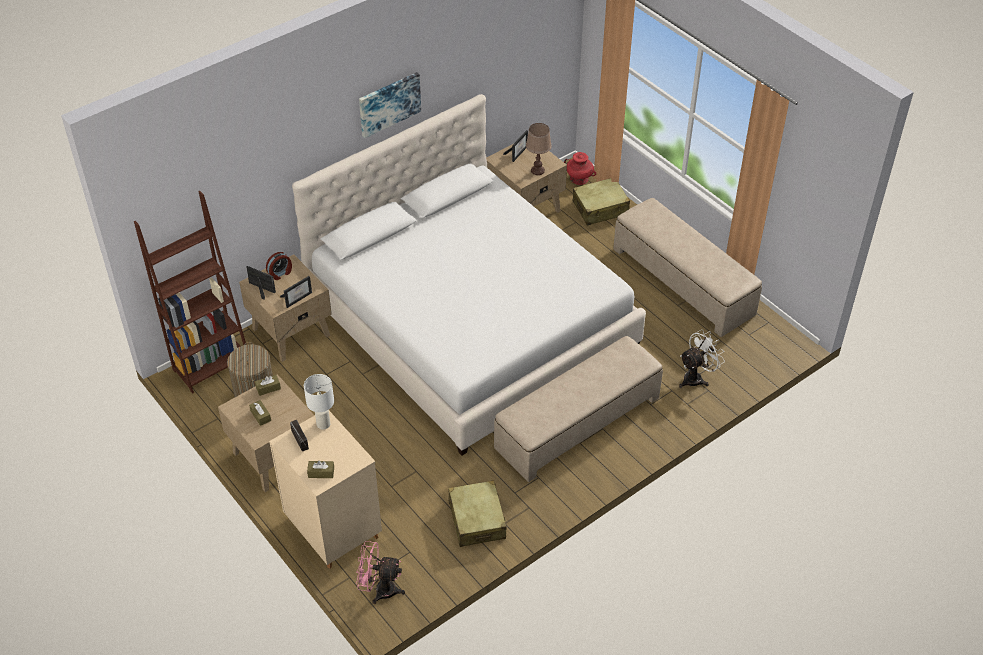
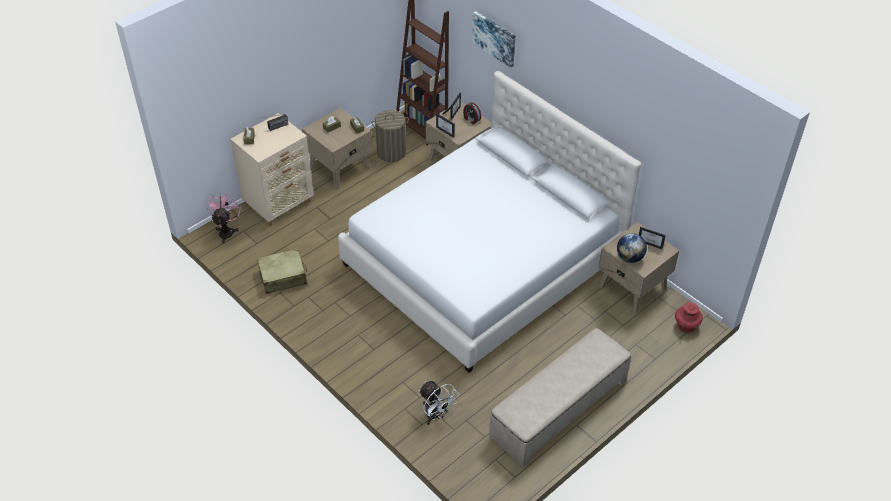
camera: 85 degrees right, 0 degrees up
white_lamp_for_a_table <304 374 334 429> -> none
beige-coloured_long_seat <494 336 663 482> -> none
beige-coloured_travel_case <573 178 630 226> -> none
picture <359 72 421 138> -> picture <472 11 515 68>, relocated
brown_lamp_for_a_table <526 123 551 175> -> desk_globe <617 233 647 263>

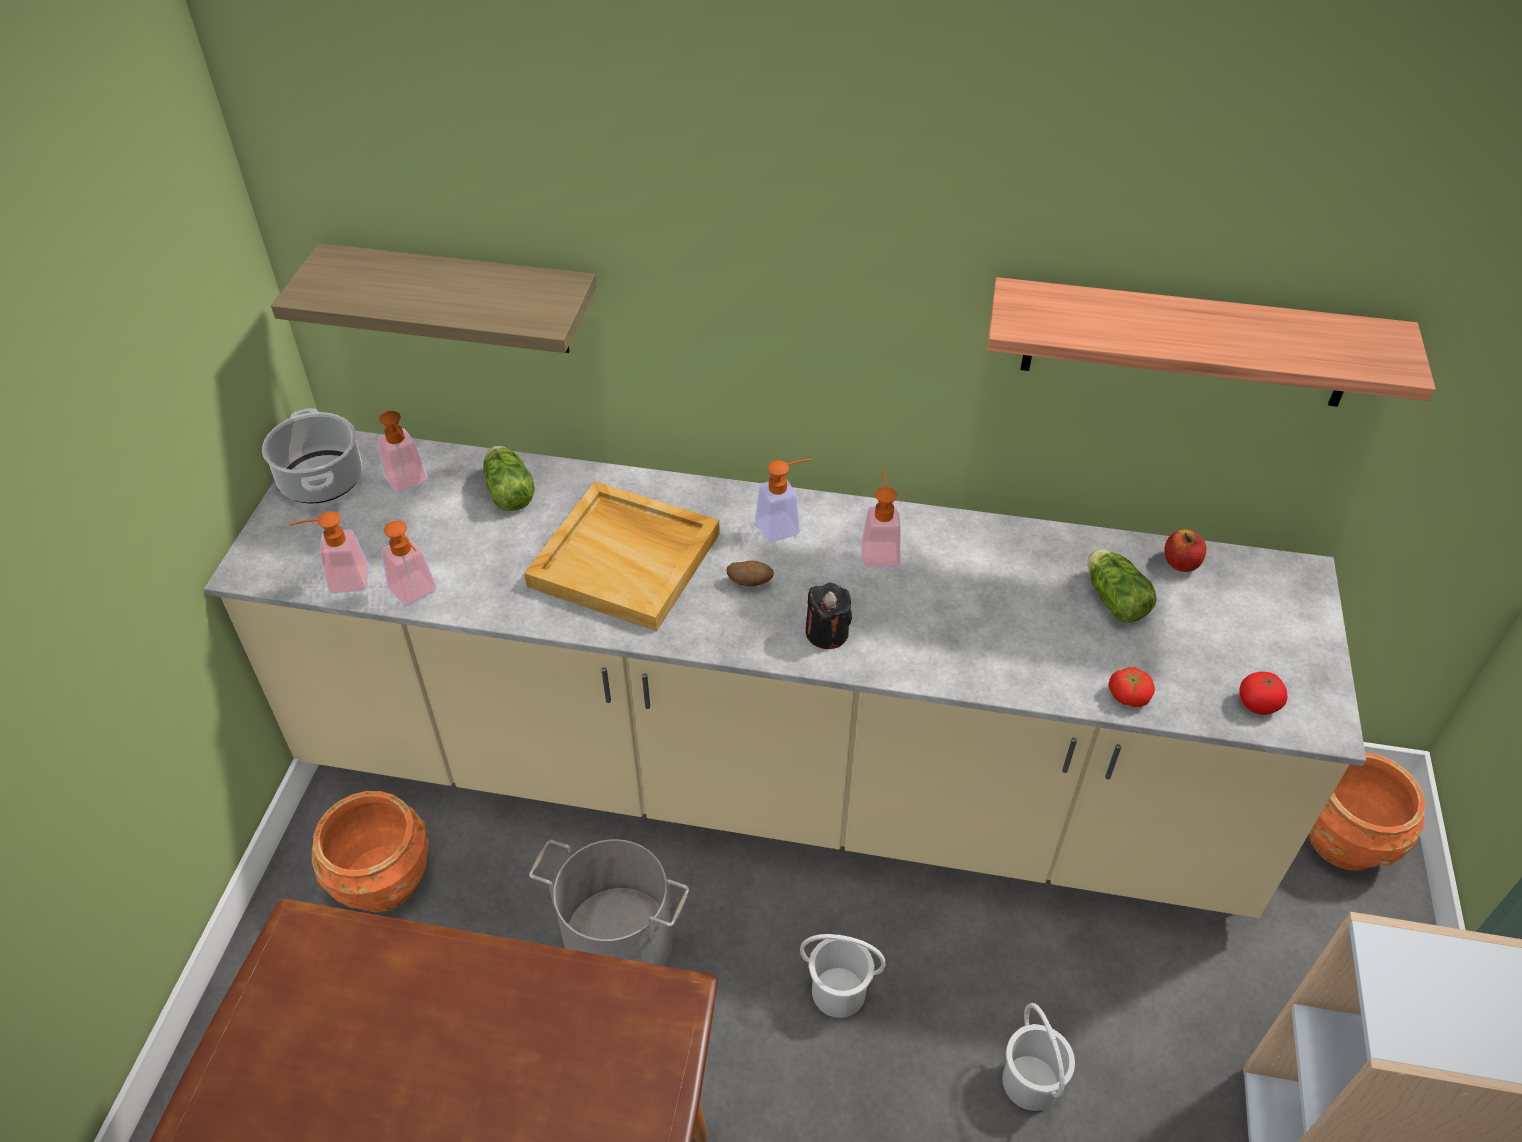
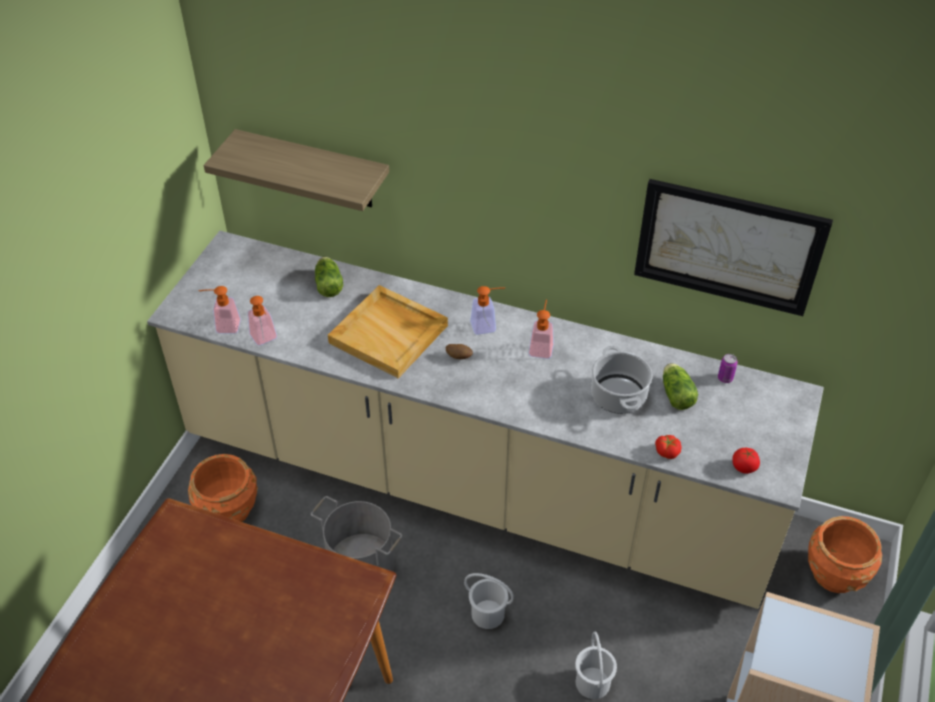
camera: 10 degrees right, 0 degrees up
liquid_soap_bottle <378 411 428 492> -> none
blackish_wax_light <806 583 852 649> -> none
cooking_pot <262 408 362 504> -> cooking_pot <591 346 652 414>, relocated
wall_shelf <987 277 1436 407> -> picture <634 179 833 316>
whole_apple <1164 529 1206 572> -> can <718 354 738 383>

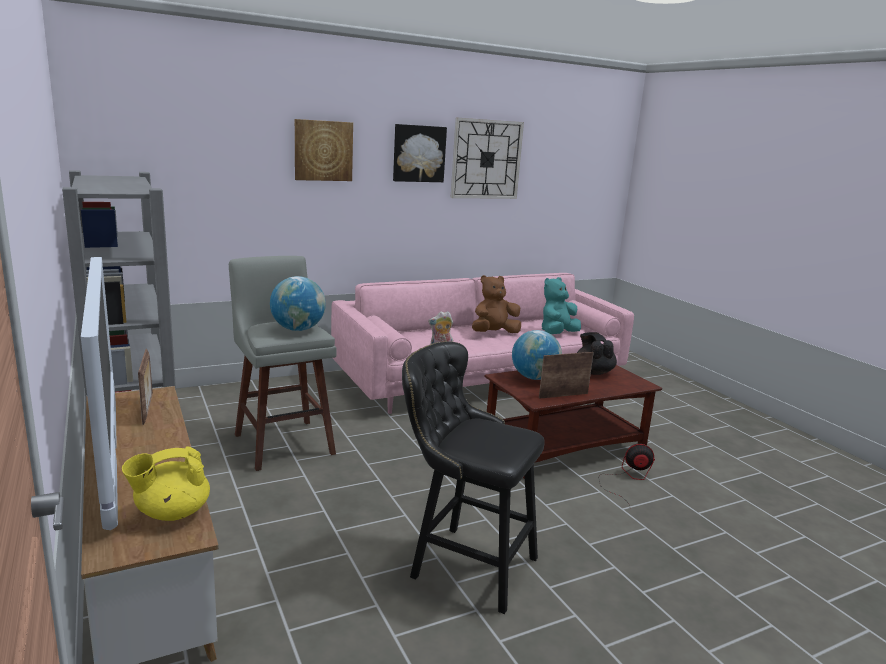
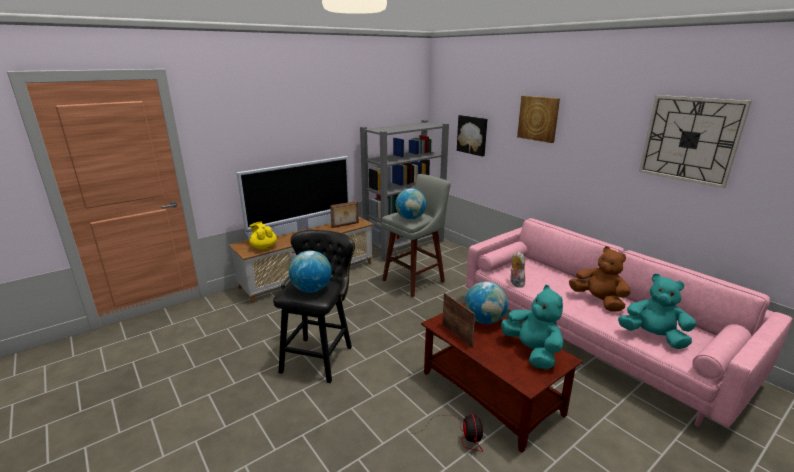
camera: 80 degrees right, 5 degrees up
none -> desk_globe <289 251 332 293>
picture <393 124 447 182> -> picture <457 115 488 156>, relocated
blackish_teapot <577 332 617 375> -> blue-green_plush_toy <501 285 563 369>

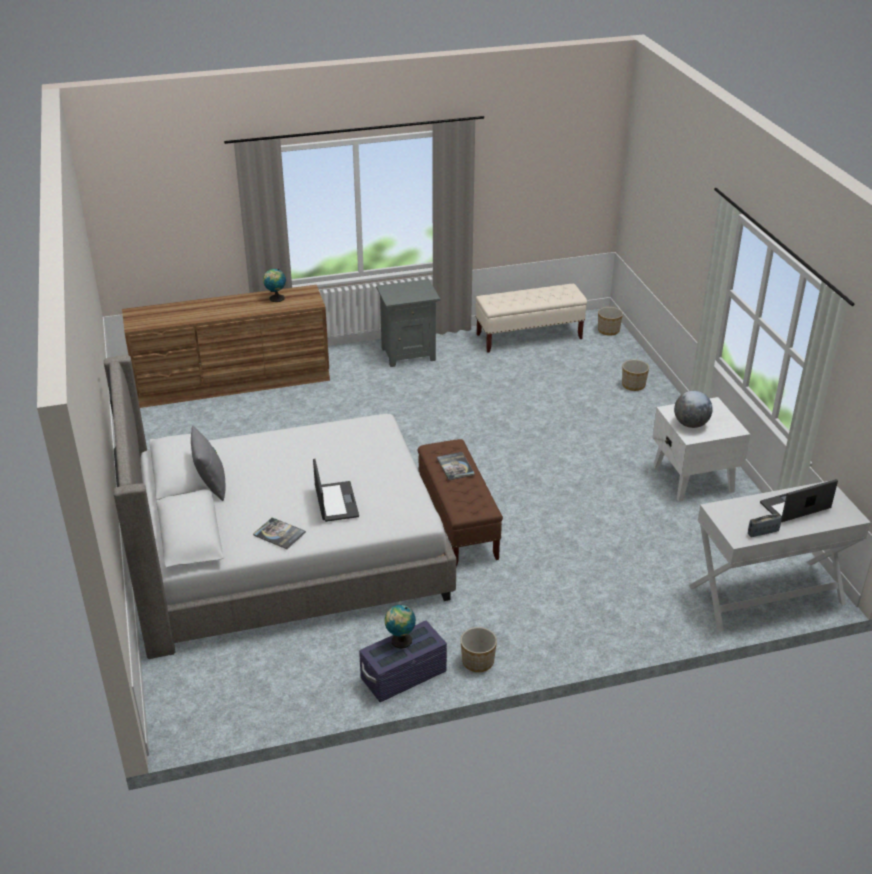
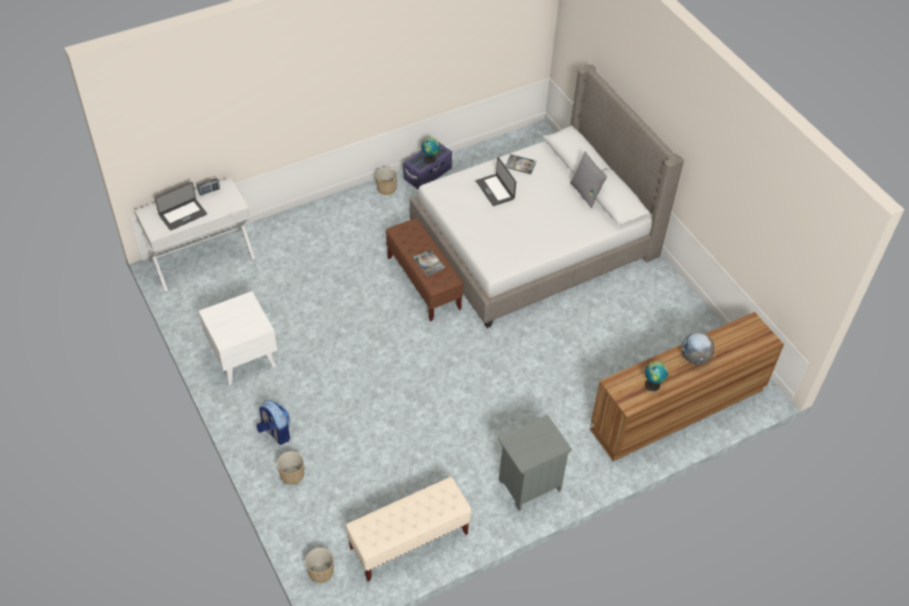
camera: 165 degrees right, 15 degrees up
none -> rucksack <256 400 290 445>
desk_globe <674 391 713 428> -> desk_globe <681 332 715 365>, relocated

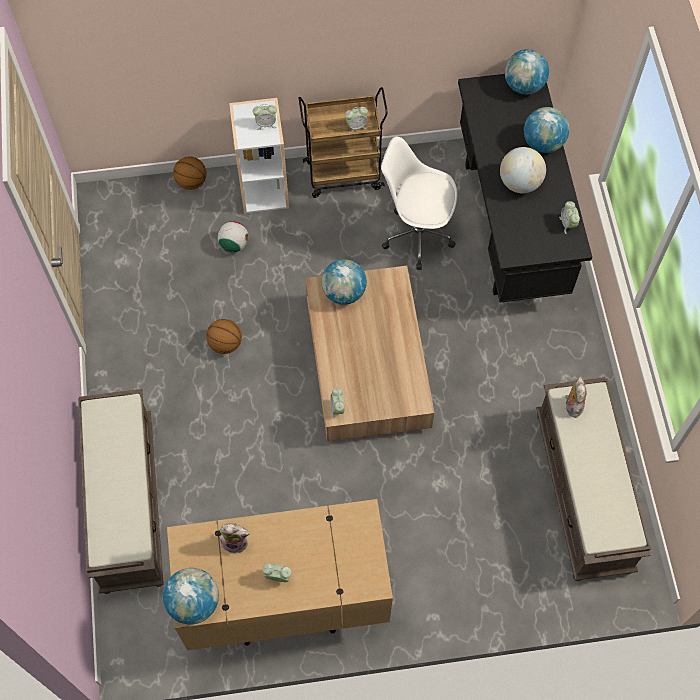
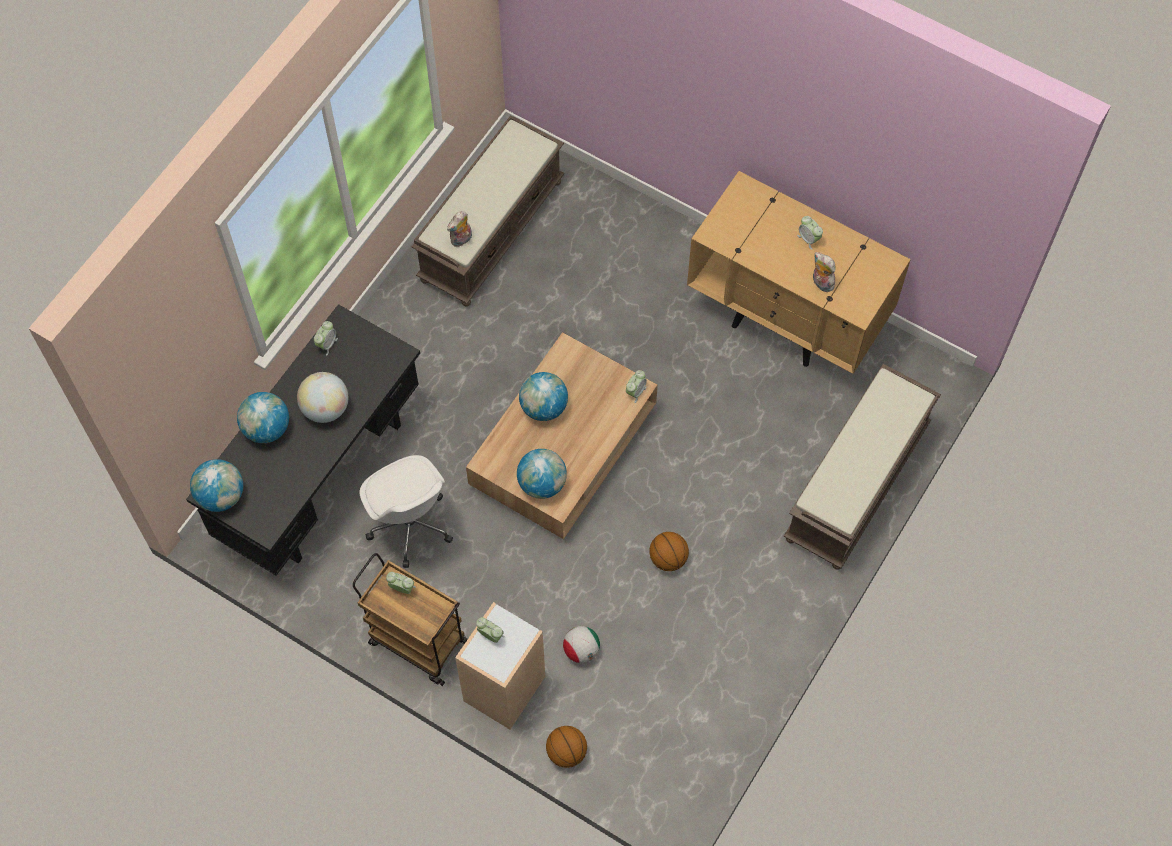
camera: 140 degrees left, 0 degrees up
desk_globe <163 568 219 625> -> desk_globe <519 372 568 421>, relocated

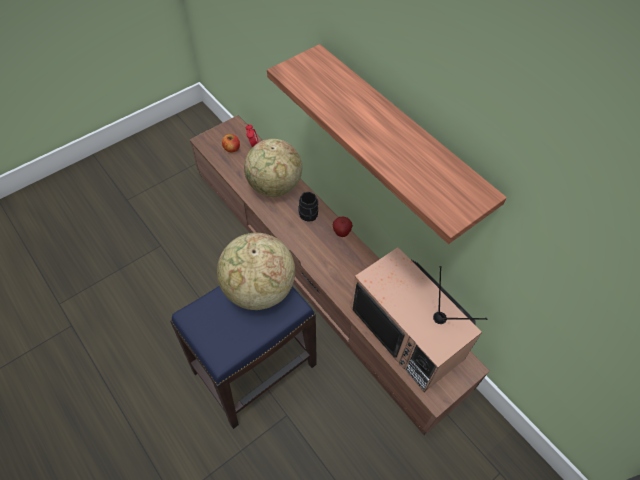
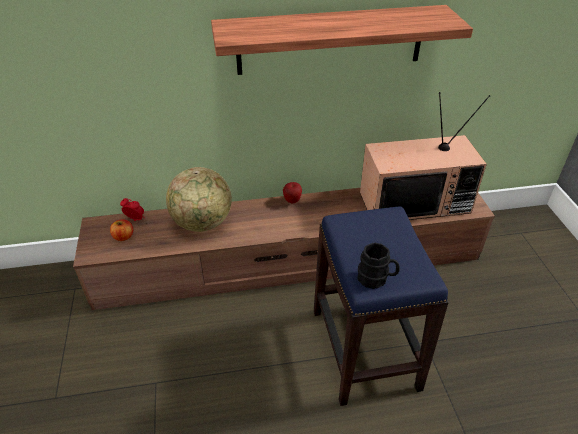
camera: 60 degrees left, 15 degrees down
desk_globe <217 233 295 310> -> none
blackish_coffee_mug <298 192 318 222> -> blackish_coffee_mug <357 242 400 289>, relocated

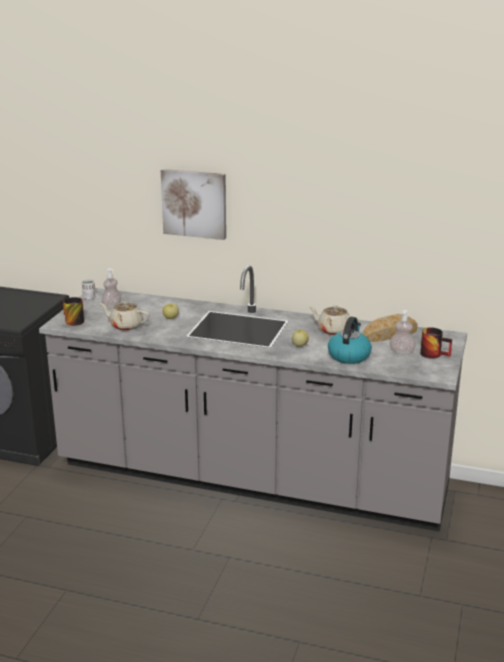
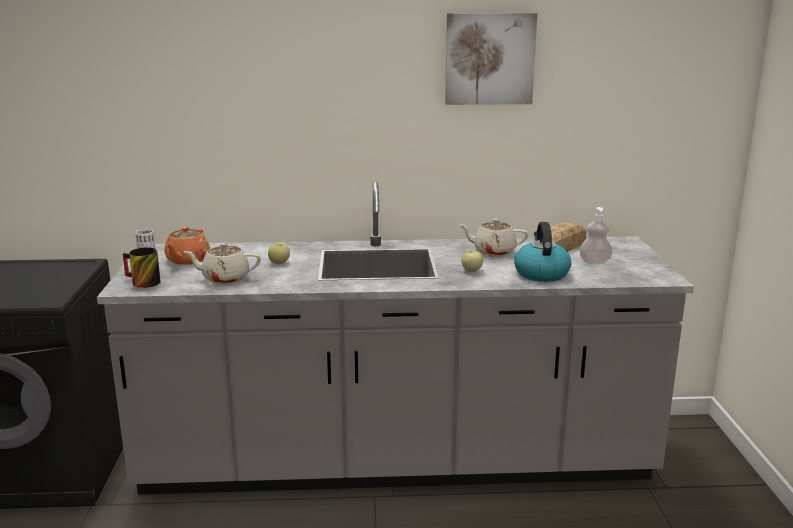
camera: 20 degrees left, 5 degrees down
coffee_mug <420 327 452 359> -> none
picture <161 169 226 240> -> picture <445 13 537 105>, relocated
liquid_soap_bottle <102 268 121 309> -> orange-coloured_teapot <164 226 210 265>

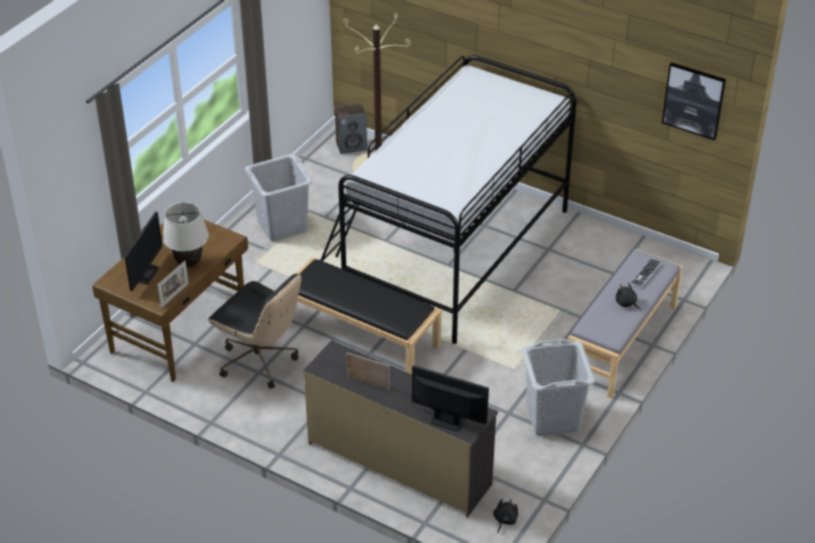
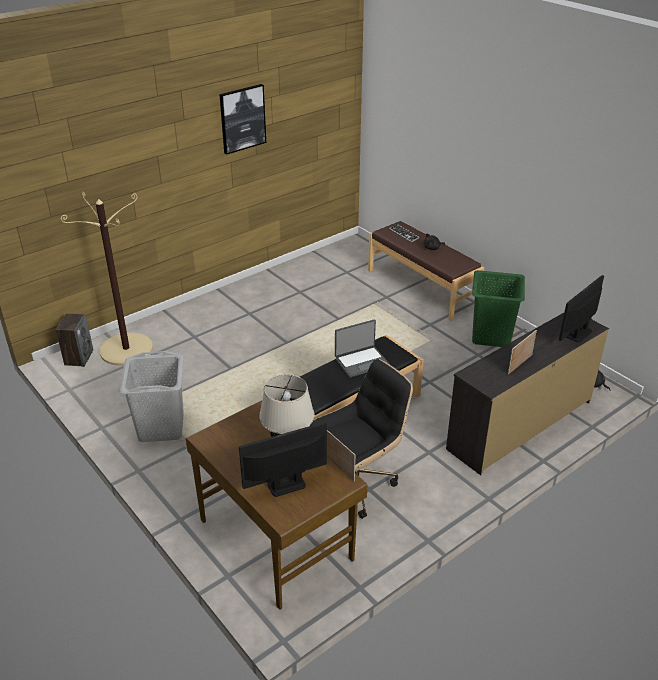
camera: 70 degrees left, 5 degrees down
blackish_bed <321 55 577 344> -> none
none -> laptop <335 319 390 378>
picture <662 62 726 140> -> picture <219 84 266 155>, relocated
grey_hamper <522 339 595 436> -> greenish_hamper <472 270 525 347>
grey_long_seat <567 249 682 398> -> brown_long_seat <368 221 484 321>
monitor <125 212 162 291> -> monitor <239 422 327 497>, 60 degrees counterclockwise

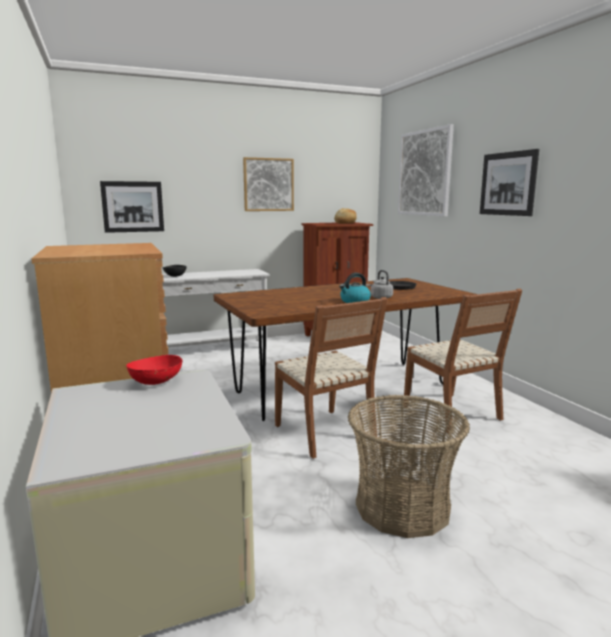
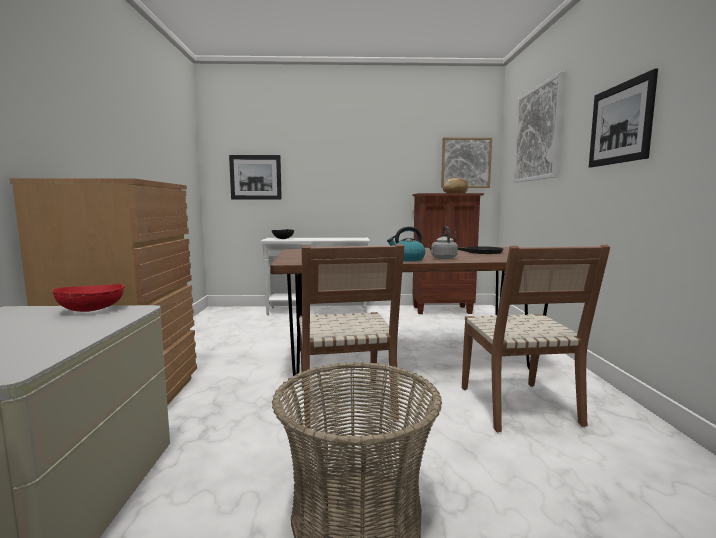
camera: 20 degrees right, 5 degrees down
picture <243 157 294 211> -> picture <441 138 492 188>, relocated

